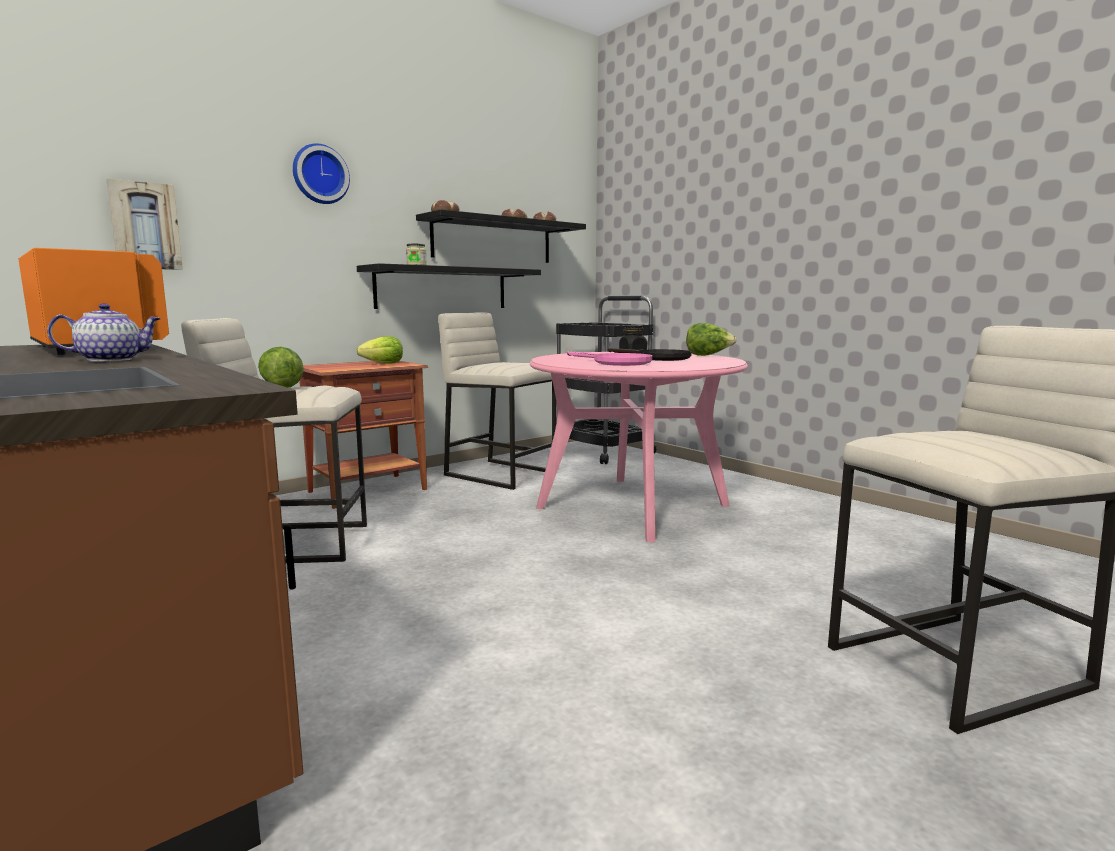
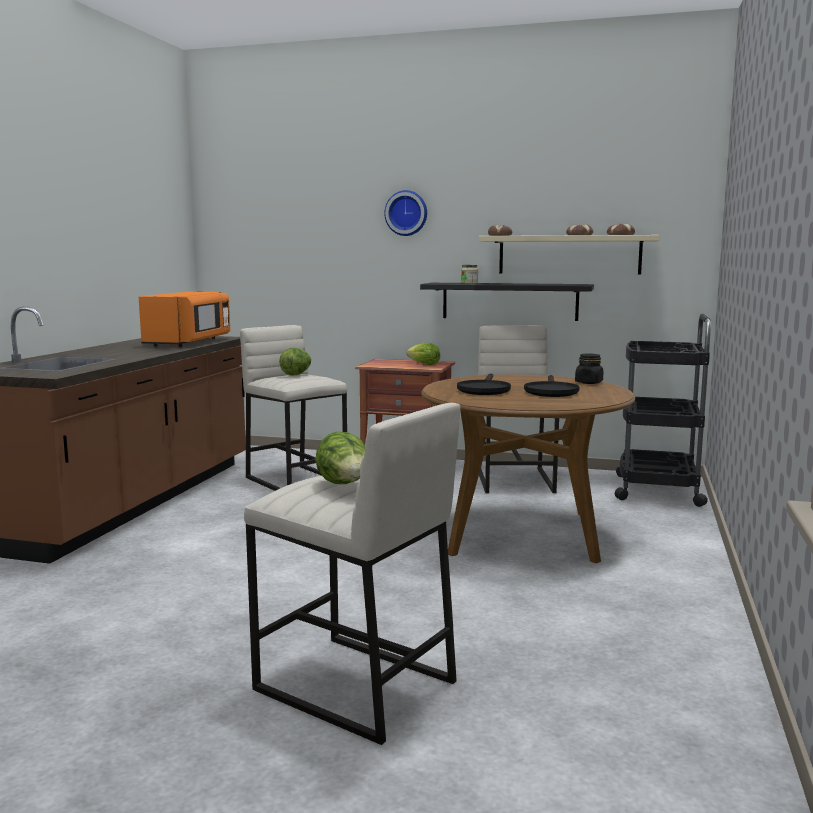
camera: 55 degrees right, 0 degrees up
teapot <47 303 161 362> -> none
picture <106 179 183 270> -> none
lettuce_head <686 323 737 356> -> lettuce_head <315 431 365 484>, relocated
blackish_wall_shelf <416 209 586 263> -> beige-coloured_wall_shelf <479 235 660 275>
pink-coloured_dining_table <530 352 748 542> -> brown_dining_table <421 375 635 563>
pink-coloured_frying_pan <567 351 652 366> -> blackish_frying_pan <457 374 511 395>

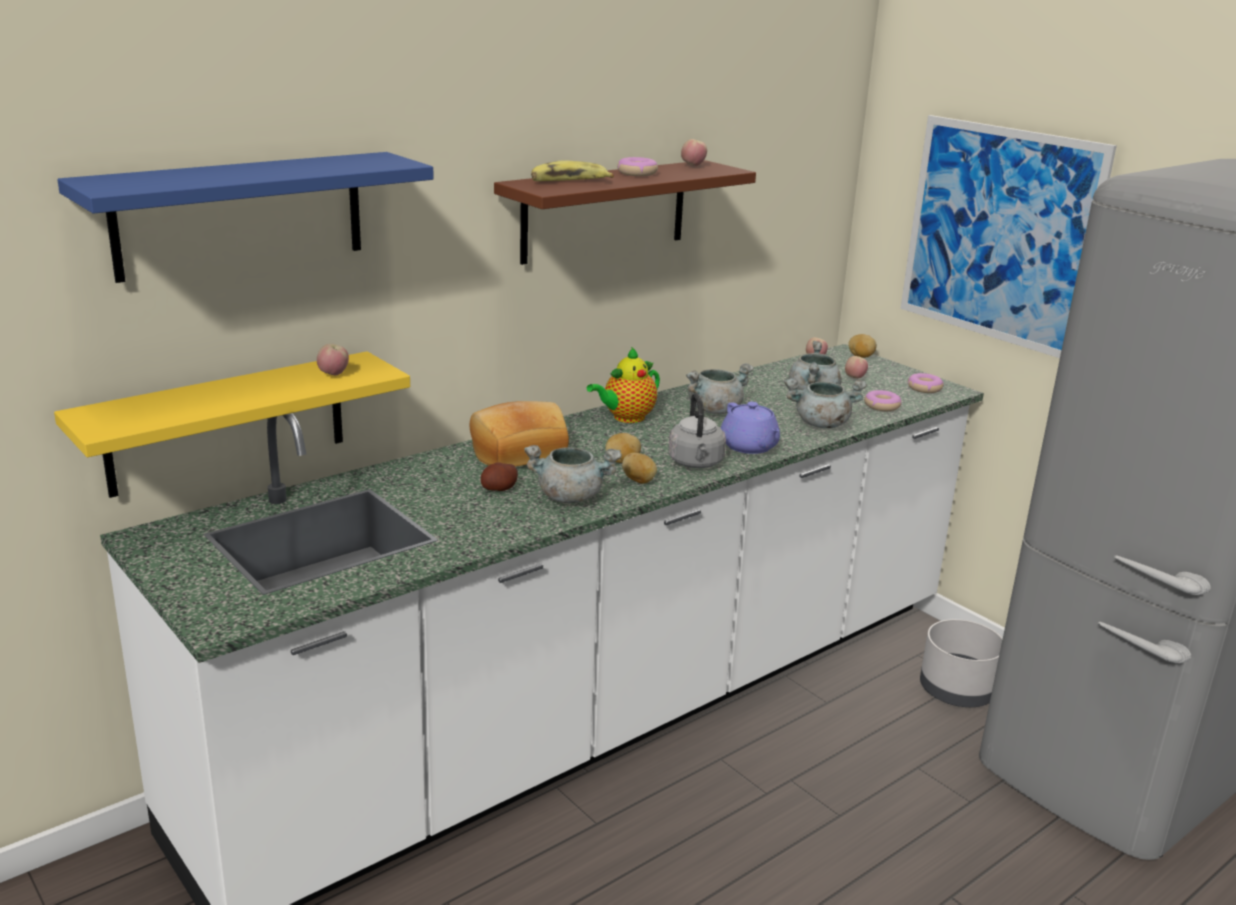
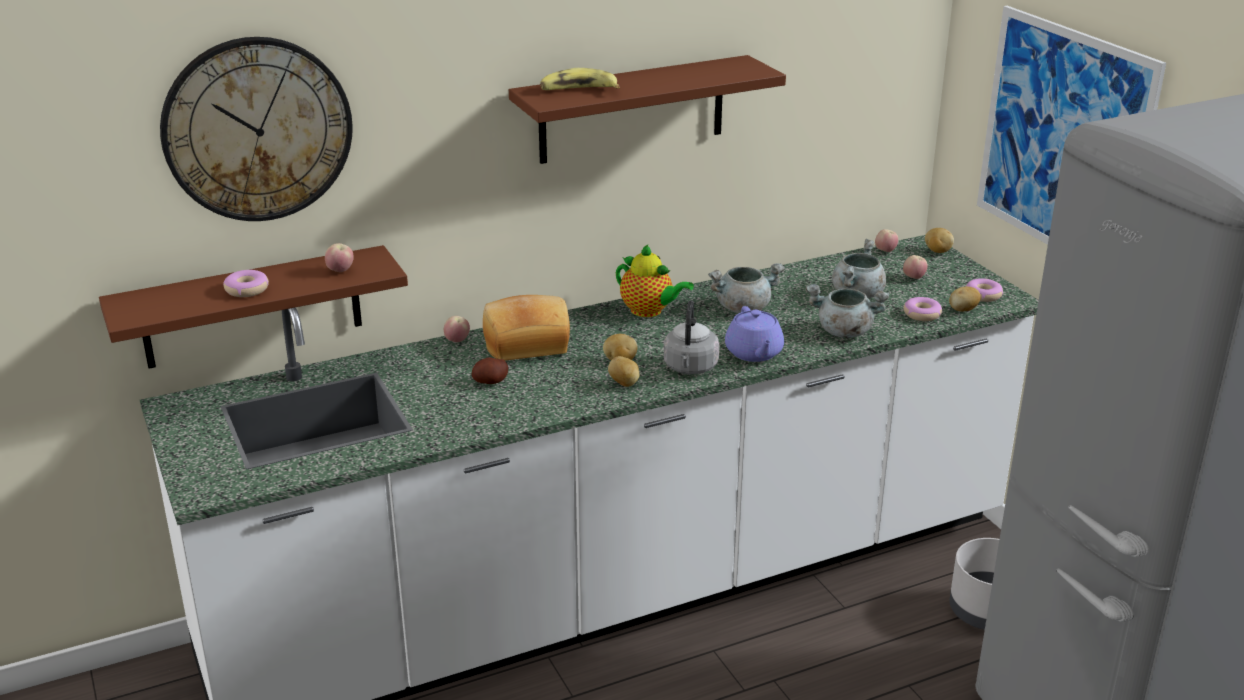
camera: 15 degrees right, 5 degrees up
grey_cooking_pot <524 445 622 503> -> none
none -> potato <949 287 981 311>
donut <617 157 658 176> -> donut <223 270 269 297>, relocated
whole_apple <681 139 707 166> -> whole_apple <444 316 470 342>, relocated
blue-coloured_wall_shelf <57 152 434 283> -> wall_clock <160 37 353 221>
yellow_wall_shelf <54 351 410 498> -> brown_wall_shelf <99 245 408 369>
teapot <587 347 660 423> -> teapot <616 245 694 317>, 120 degrees counterclockwise

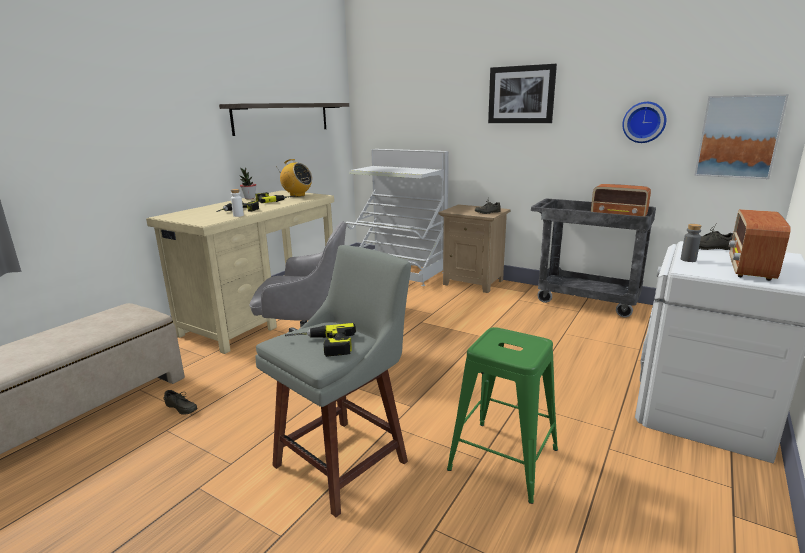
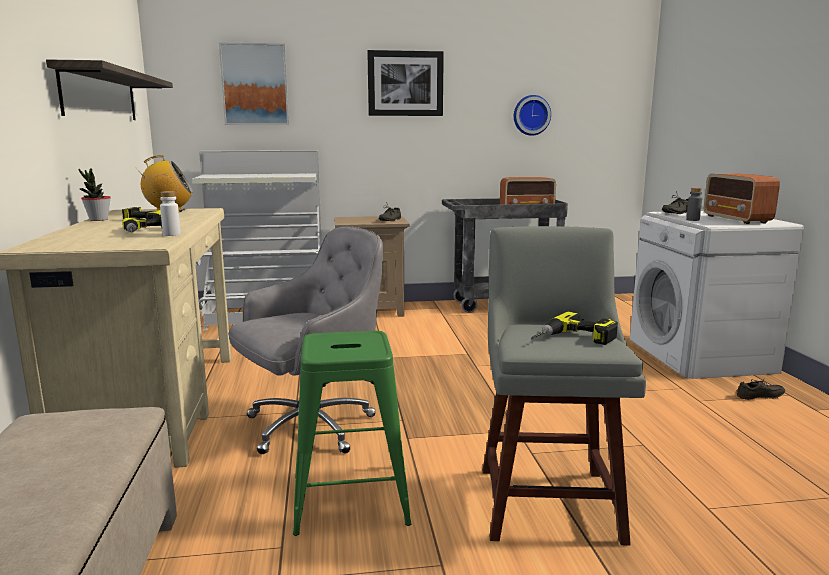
camera: 40 degrees left, 5 degrees down
grey_shoe <163 390 197 415> -> grey_shoe <737 379 785 400>, relocated
greenish_stool_seat <447 327 558 504> -> greenish_stool_seat <293 331 412 536>, relocated
picture <694 94 789 179> -> picture <219 42 289 125>, relocated

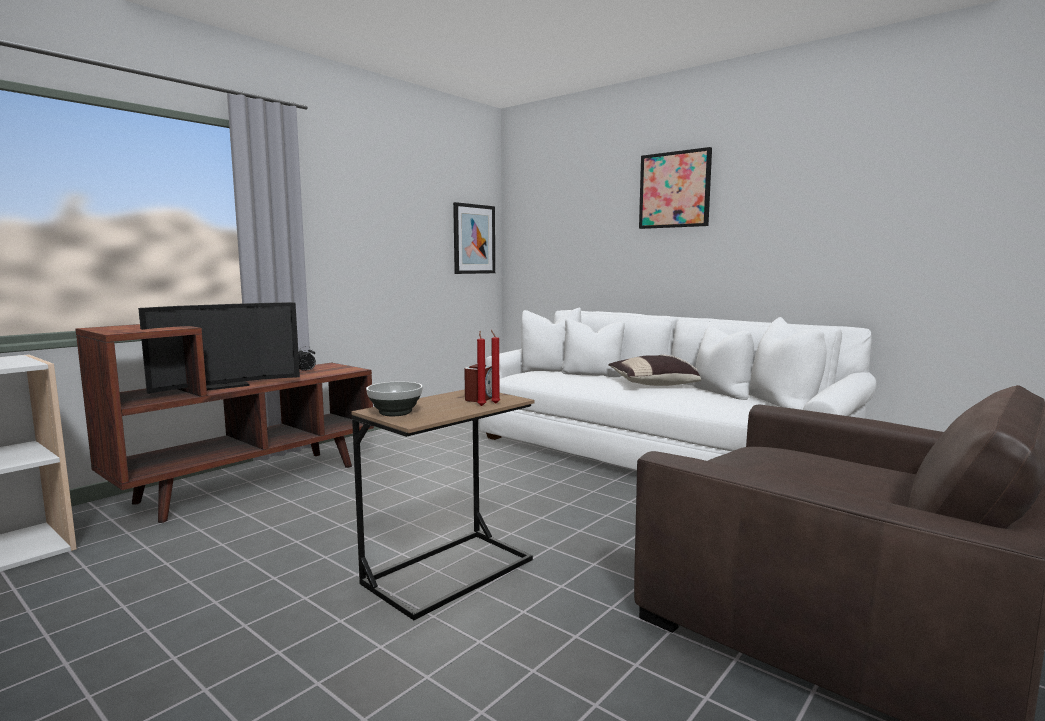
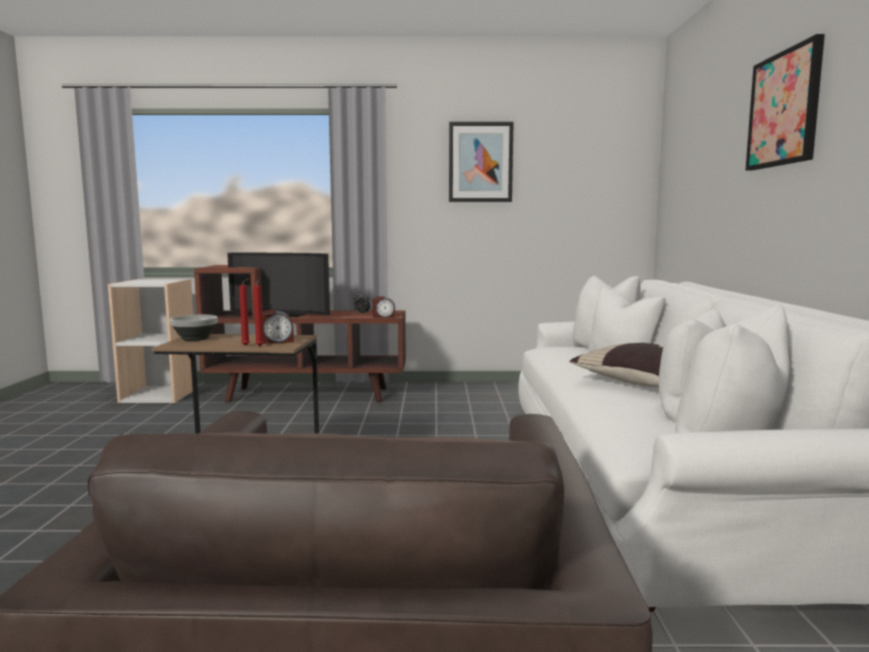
camera: 50 degrees right, 0 degrees up
none -> table_clock <372 296 395 318>
picture <453 202 495 274> -> picture <449 122 514 202>, relocated

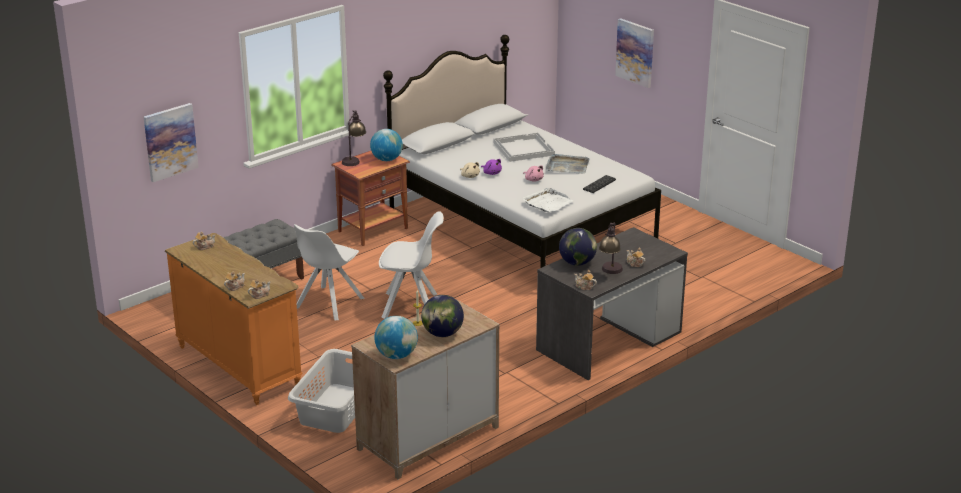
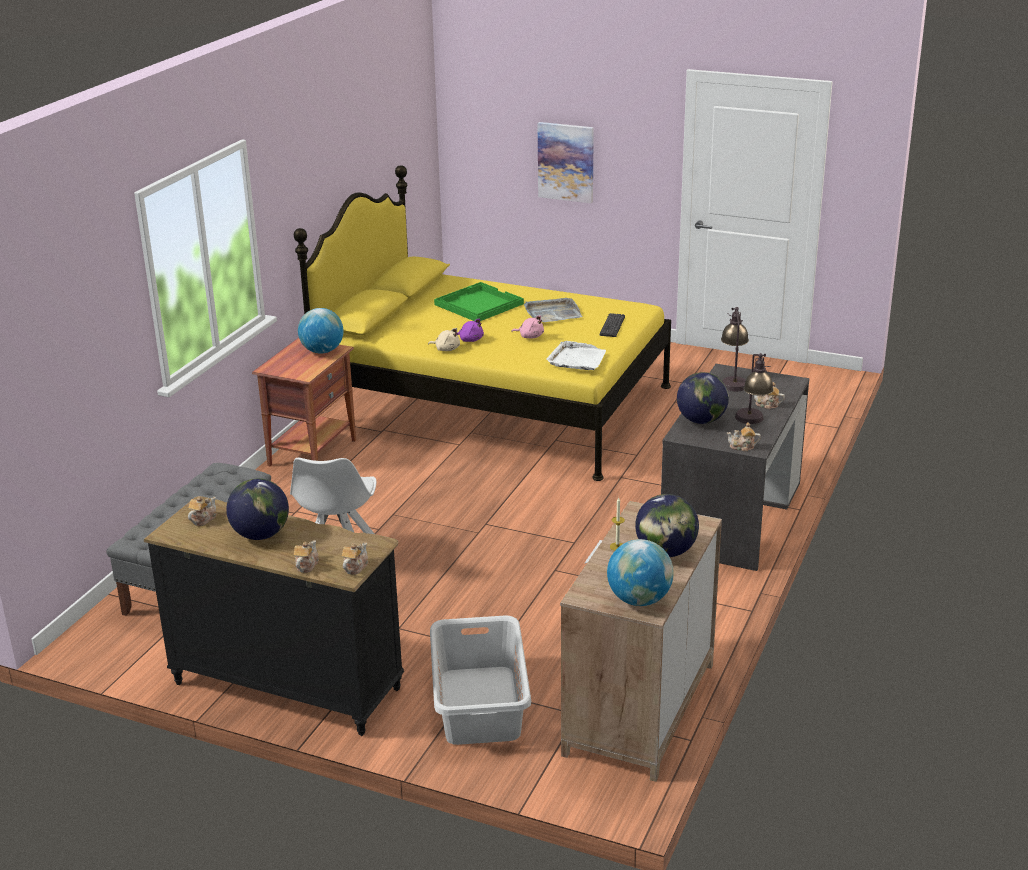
camera: 25 degrees left, 0 degrees up
picture <144 103 199 182> -> none
white_upright_chair <379 211 444 319> -> none
none -> desk_globe <226 478 289 540>
lamp_for_a_table <342 110 366 166> -> lamp_for_a_table <721 307 749 391>, relocated
orange-coloured_dresser <165 233 303 405> -> blackish_dresser <144 496 404 736>
white_bed <383 35 661 268> -> yellow_bed <294 165 671 481>
white_carrying_tray <494 133 555 162> -> greenish_carrying_tray <434 282 524 321>

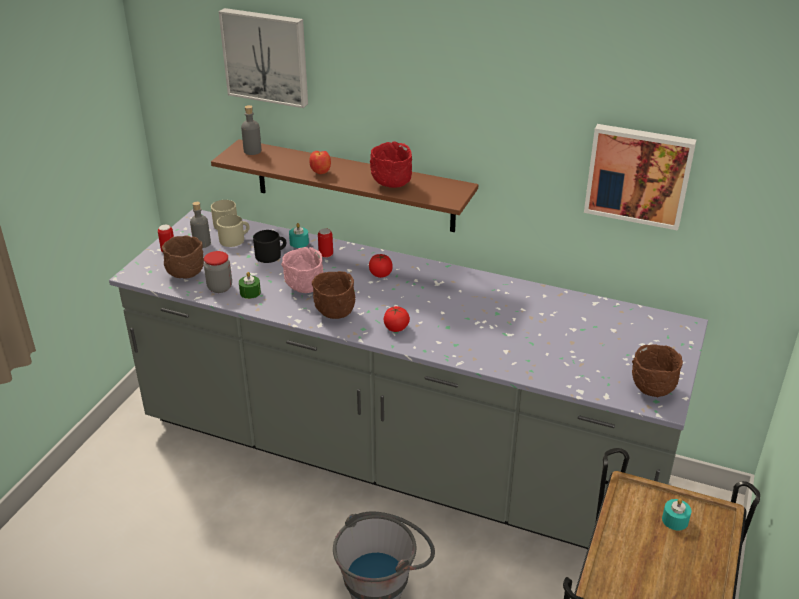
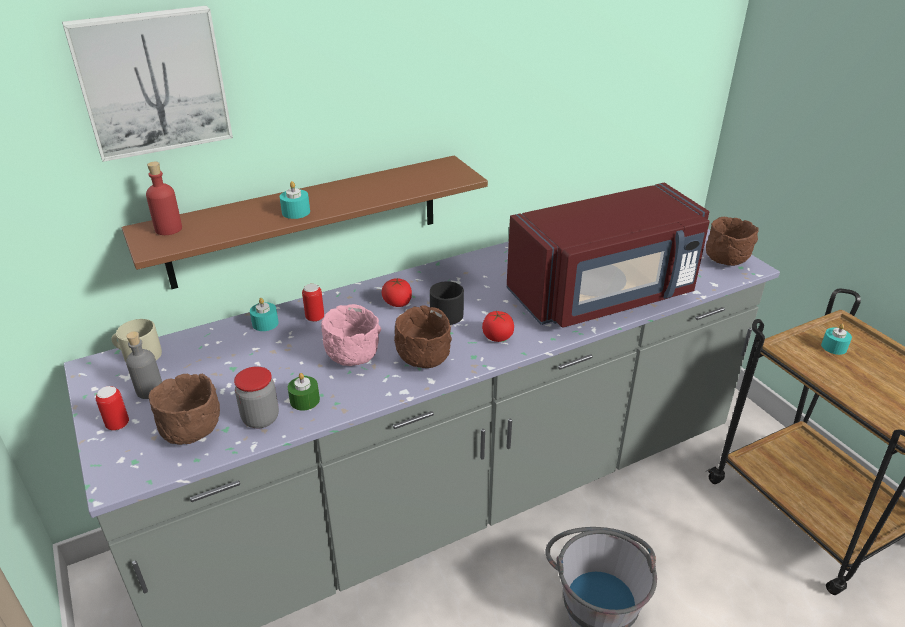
camera: 50 degrees left, 0 degrees up
beige-coloured_coffee_mug <217 215 250 247> -> none
red-coloured_bowl <370 141 412 188> -> none
picture <584 124 696 231> -> none
none -> red-coloured_microwave <506 183 710 327>
blackish_coffee_mug <253 230 287 263> -> blackish_coffee_mug <430 281 464 325>, relocated
whole_apple <310 151 331 174> -> blue-green_wax_light <280 181 310 219>
grey_drink_bottle <241 105 261 155> -> red-coloured_drink_bottle <146 162 182 235>

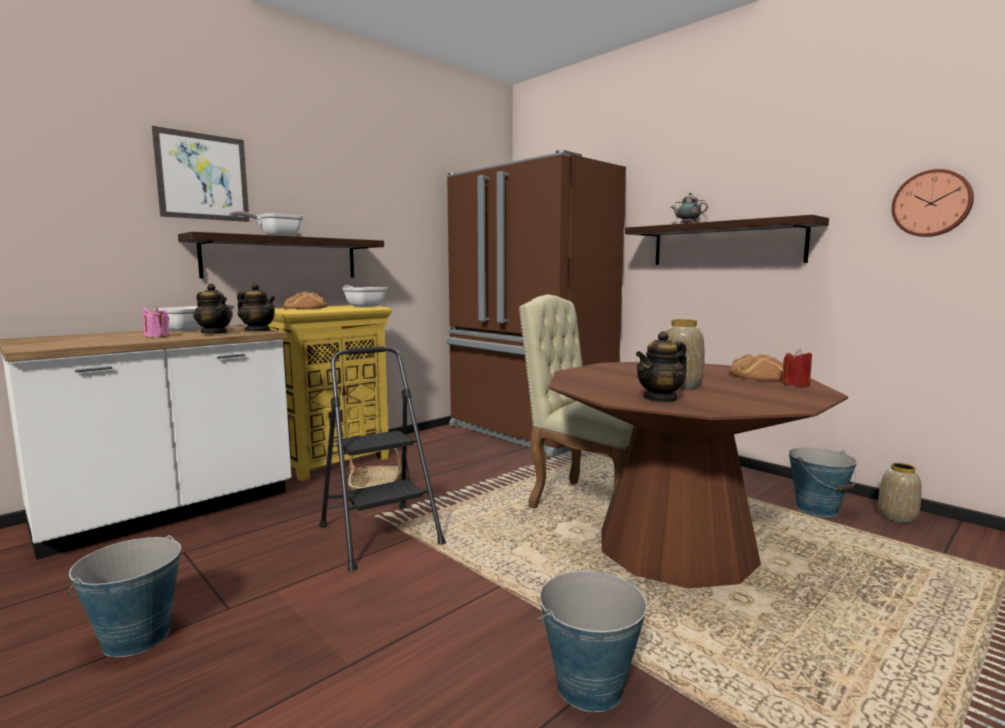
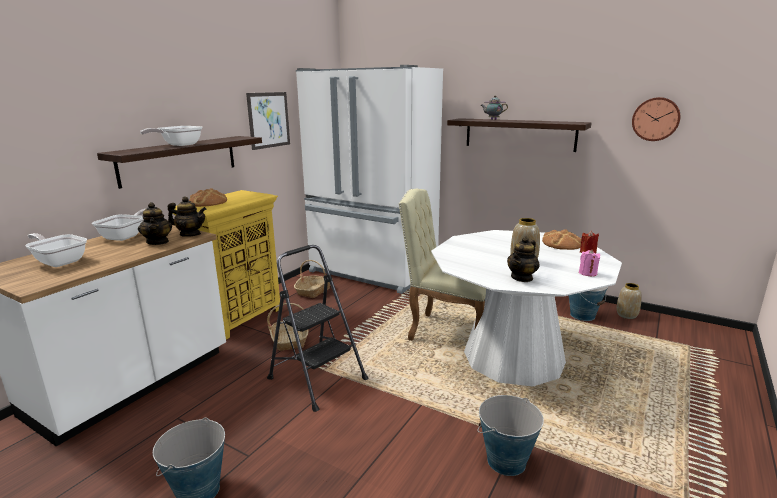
camera: 15 degrees left, 10 degrees up
none -> storage_basket <294 260 333 298>
pink-coloured_wax_light <142 305 169 338> -> pink-coloured_wax_light <579 250 600 277>, relocated
picture <152 126 249 222> -> picture <246 92 290 150>, relocated
frying_pan <341 285 387 307> -> frying_pan <25 233 87 267>, relocated
brown_refrigerator <446 150 626 457> -> white_refrigerator <296 65 443 294>
brown_dining_table <549 362 848 589> -> white_dining_table <431 230 622 386>
teapot <193 283 233 334> -> teapot <138 202 172 245>, 45 degrees clockwise

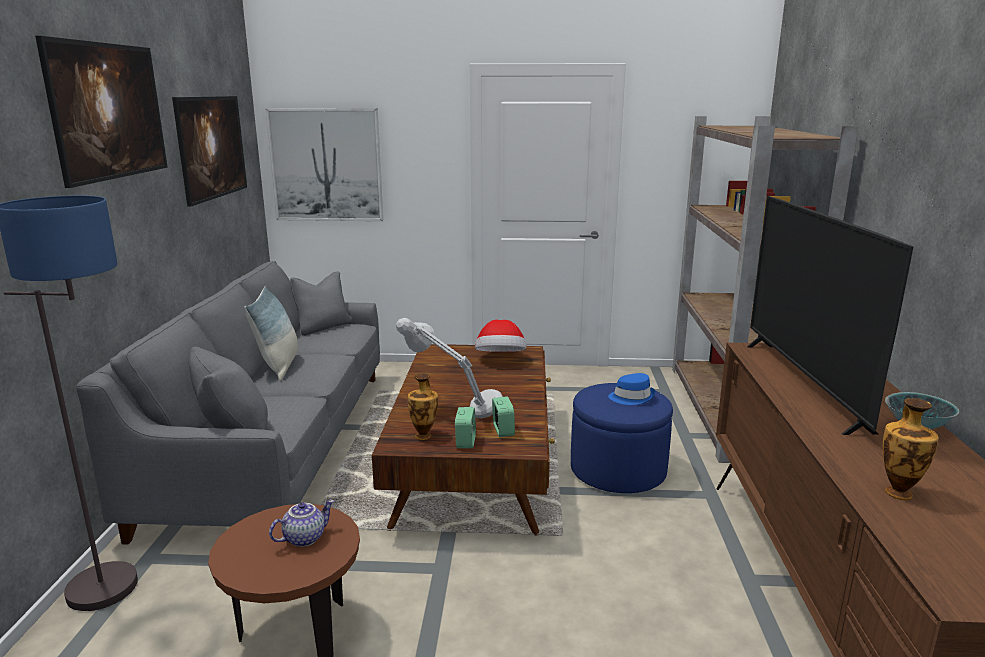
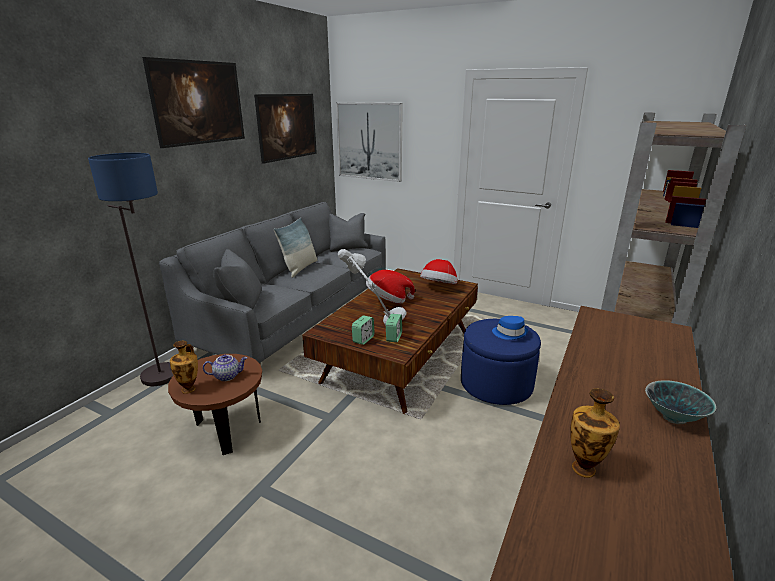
camera: 25 degrees right, 5 degrees up
TV_set <747 196 914 435> -> none
none -> wearable_hat <366 270 415 303>
vase <408 373 438 440> -> vase <170 341 198 394>, relocated

